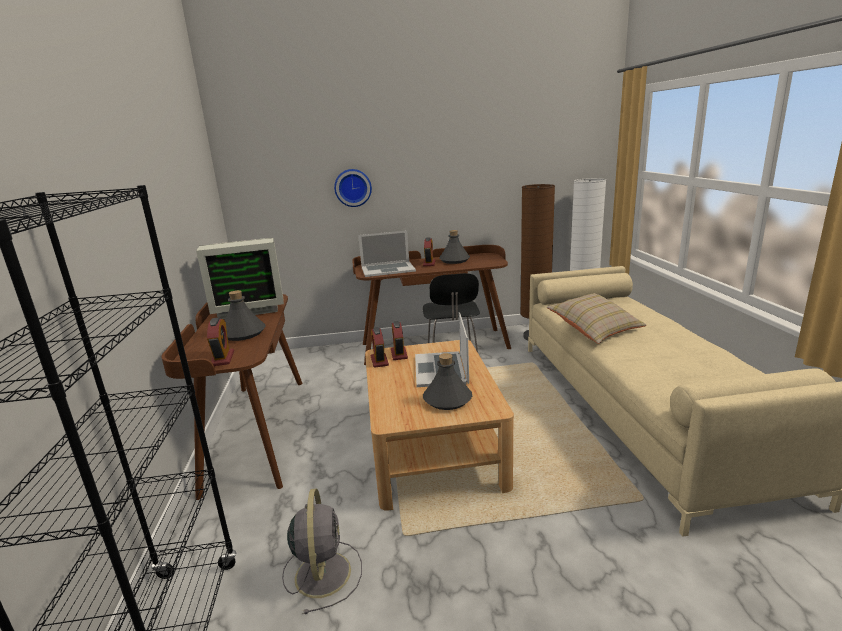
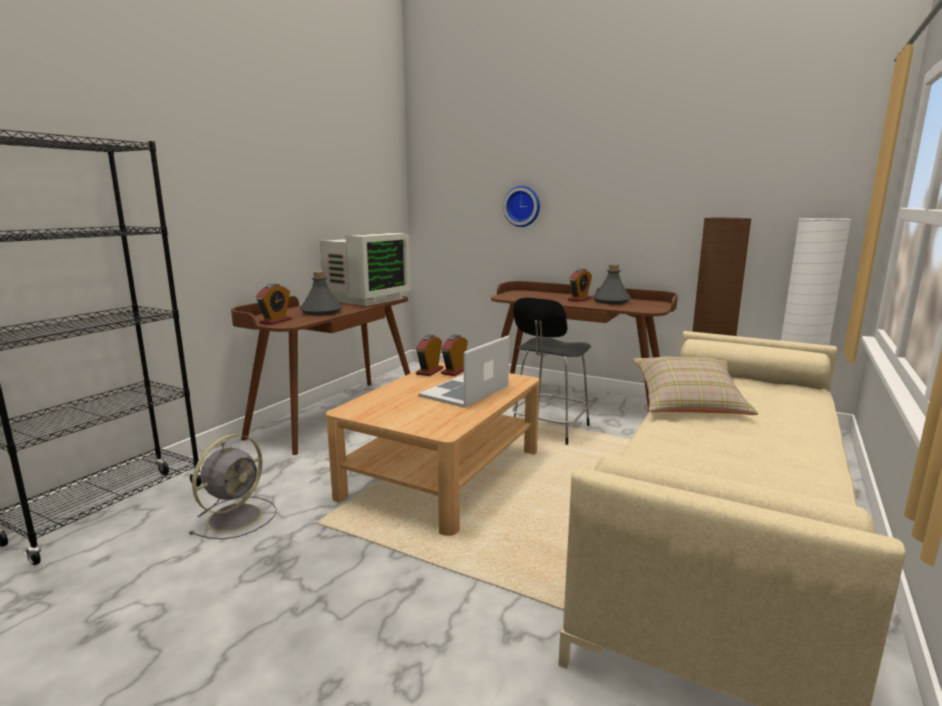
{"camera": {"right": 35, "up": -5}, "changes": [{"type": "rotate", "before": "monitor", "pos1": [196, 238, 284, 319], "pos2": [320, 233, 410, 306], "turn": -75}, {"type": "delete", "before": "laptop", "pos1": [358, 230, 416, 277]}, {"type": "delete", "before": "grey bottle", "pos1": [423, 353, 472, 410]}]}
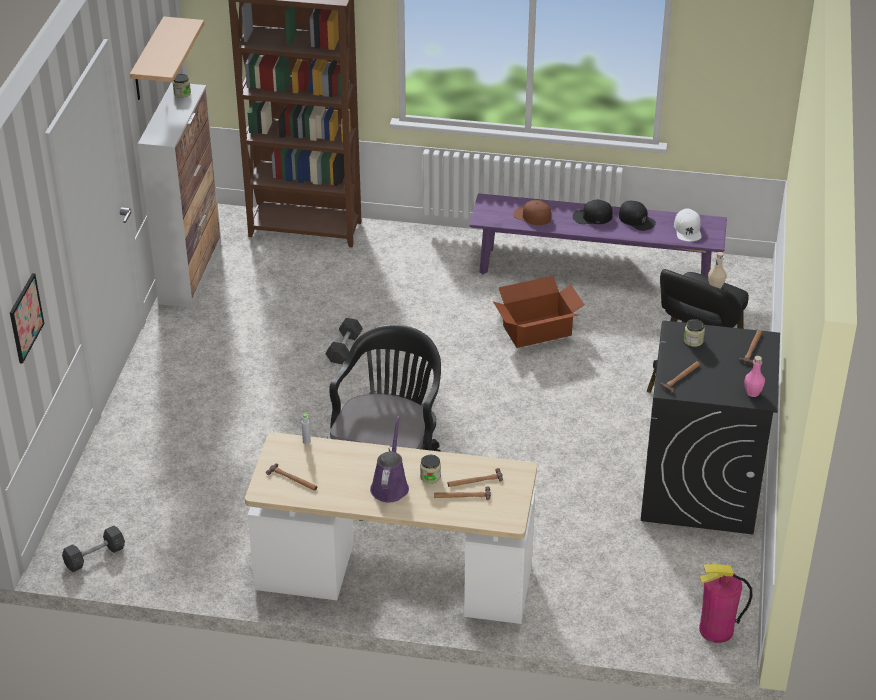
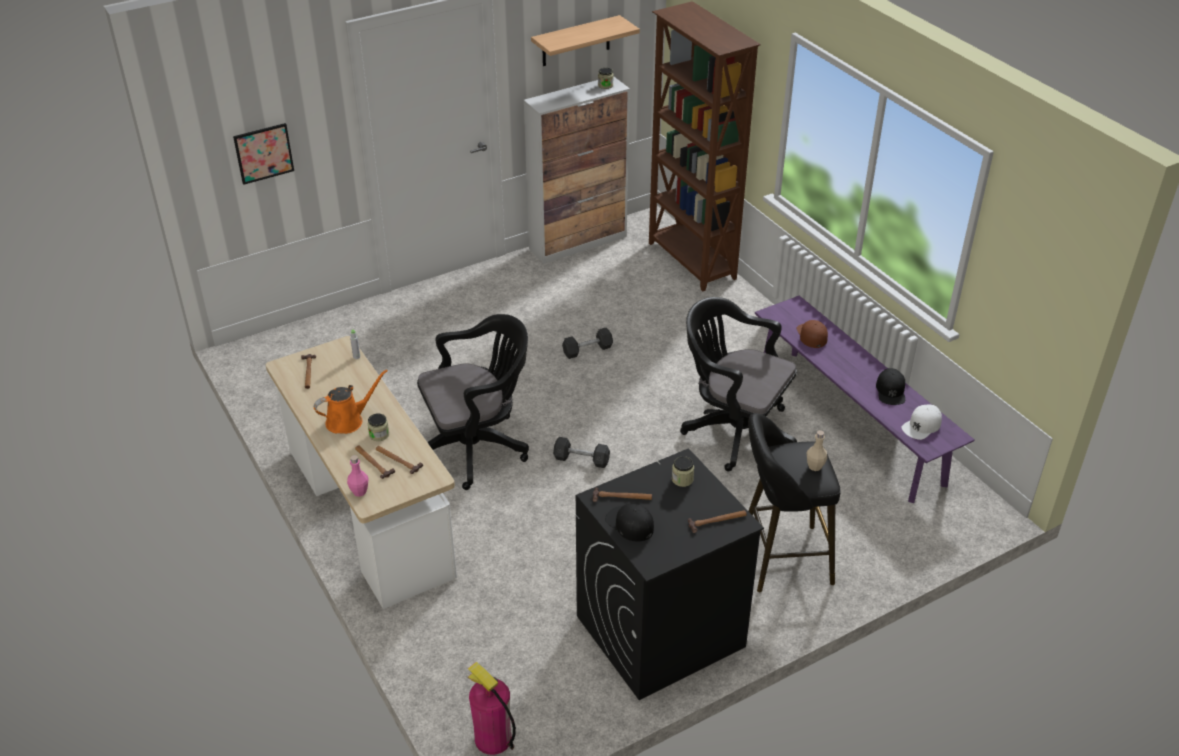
{"camera": {"right": 50, "up": 0}, "changes": [{"type": "recolor", "before": "purple watering can", "after": "orange watering can", "pos1": [370, 416, 409, 502], "pos2": [314, 369, 388, 434]}, {"type": "move", "before": "pink bottle", "pos1": [744, 356, 765, 397], "pos2": [347, 455, 369, 497]}, {"type": "move", "before": "grey dumbbell", "pos1": [62, 526, 125, 572], "pos2": [553, 437, 610, 468]}, {"type": "move", "before": "black cap", "pos1": [573, 200, 613, 224], "pos2": [605, 504, 654, 542]}, {"type": "replace", "before": "cardboard box", "after": "black office chair", "pos1": [493, 276, 585, 348], "pos2": [680, 297, 797, 471]}]}
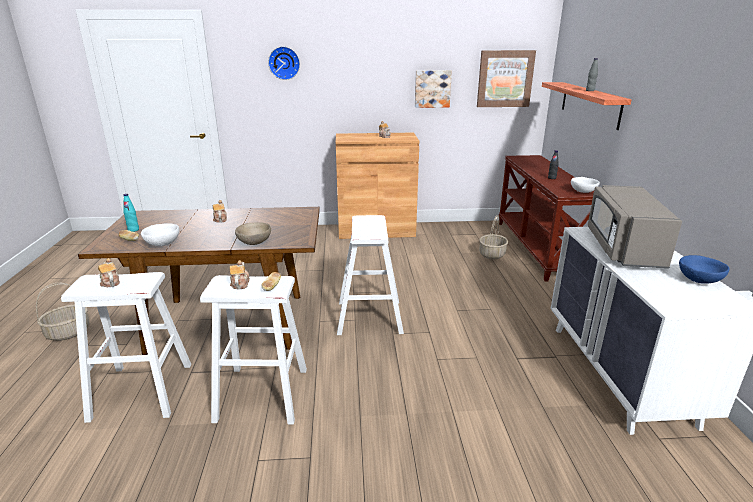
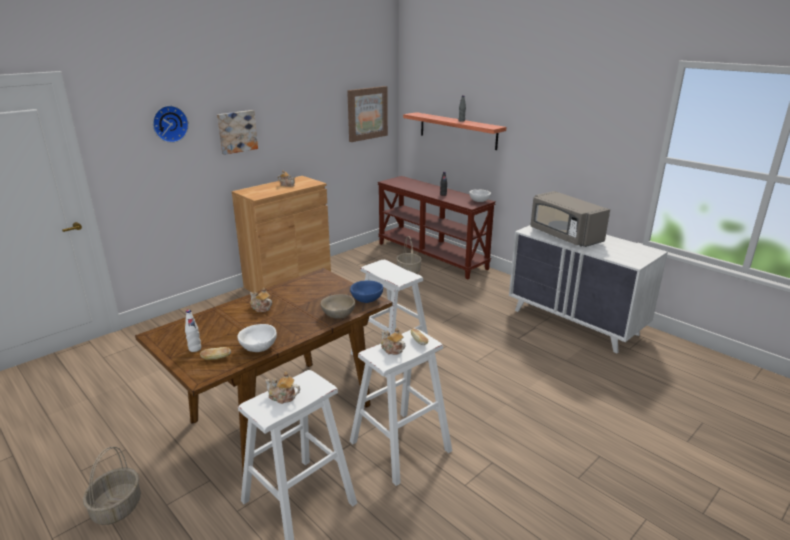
{"camera": {"right": -40, "up": 0}, "changes": [{"type": "recolor", "before": "turquoise bottle", "after": "white bottle", "pos1": [123, 194, 139, 232], "pos2": [185, 310, 201, 352]}, {"type": "move", "before": "picture", "pos1": [415, 70, 452, 108], "pos2": [217, 110, 258, 155]}, {"type": "move", "before": "blue bowl", "pos1": [679, 255, 729, 284], "pos2": [350, 281, 383, 303]}]}
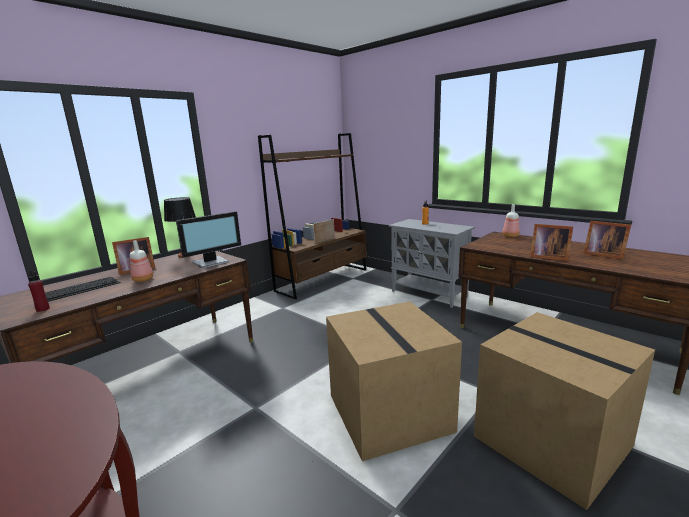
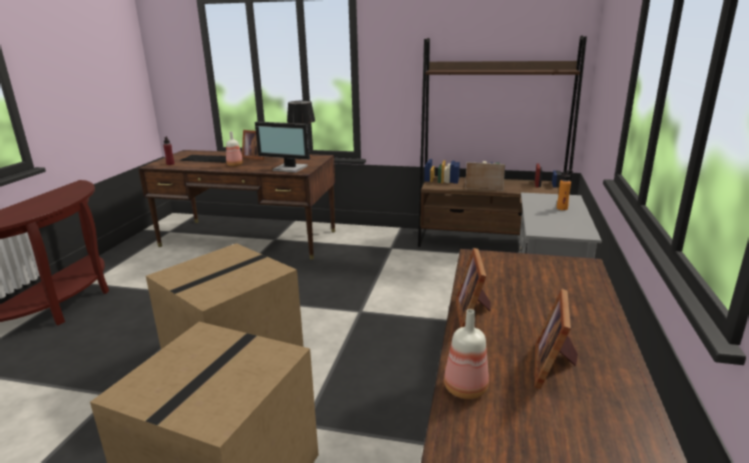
{"camera": {"right": 60, "up": 5}, "changes": [{"type": "move", "before": "bottle", "pos1": [503, 204, 520, 237], "pos2": [444, 309, 489, 399]}]}
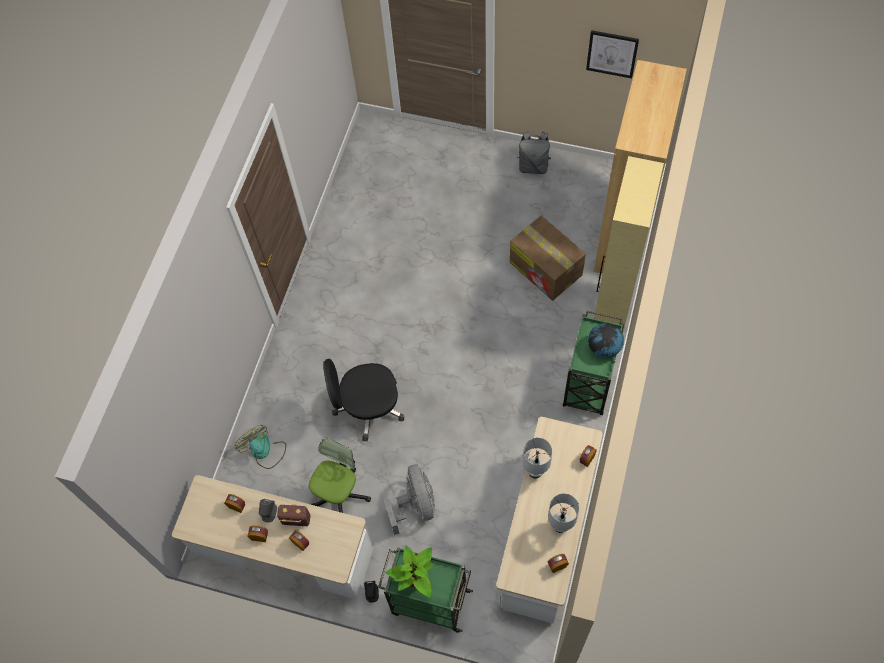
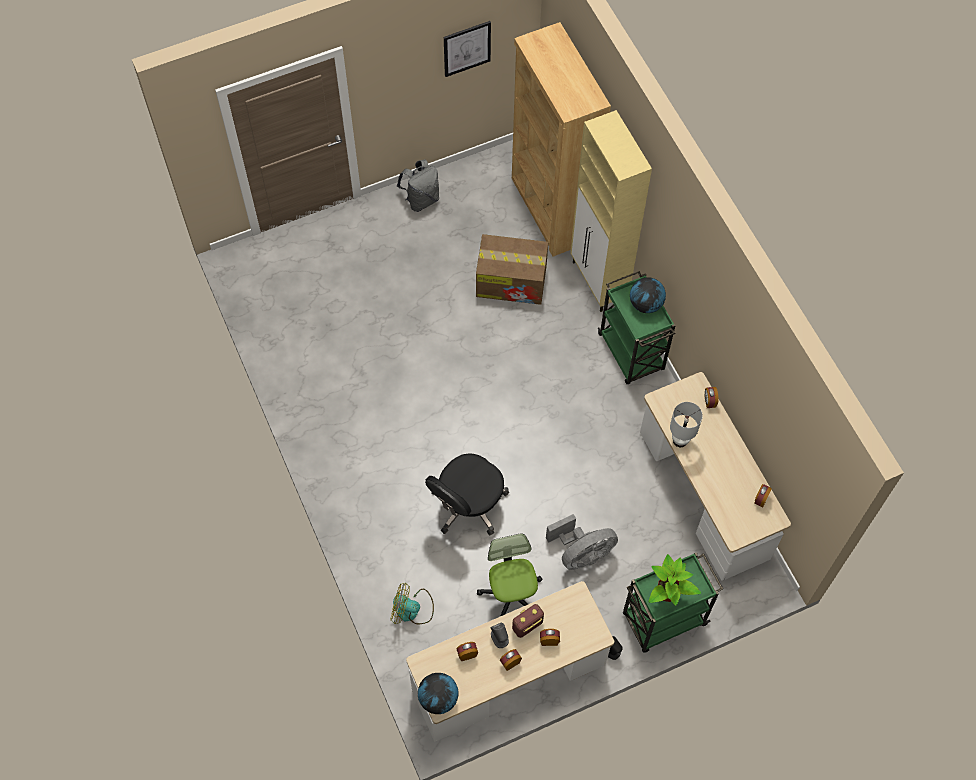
{"camera": {"right": -45, "up": 0}, "changes": [{"type": "insert", "after": "globe", "pos2": [418, 673, 458, 714]}, {"type": "rotate", "before": "grey fan", "pos1": [384, 464, 435, 535], "pos2": [546, 514, 618, 570], "turn": 120}, {"type": "delete", "before": "white table lamp", "pos1": [548, 493, 579, 533]}]}
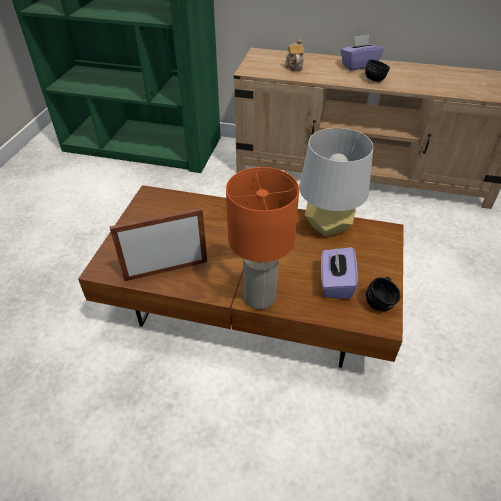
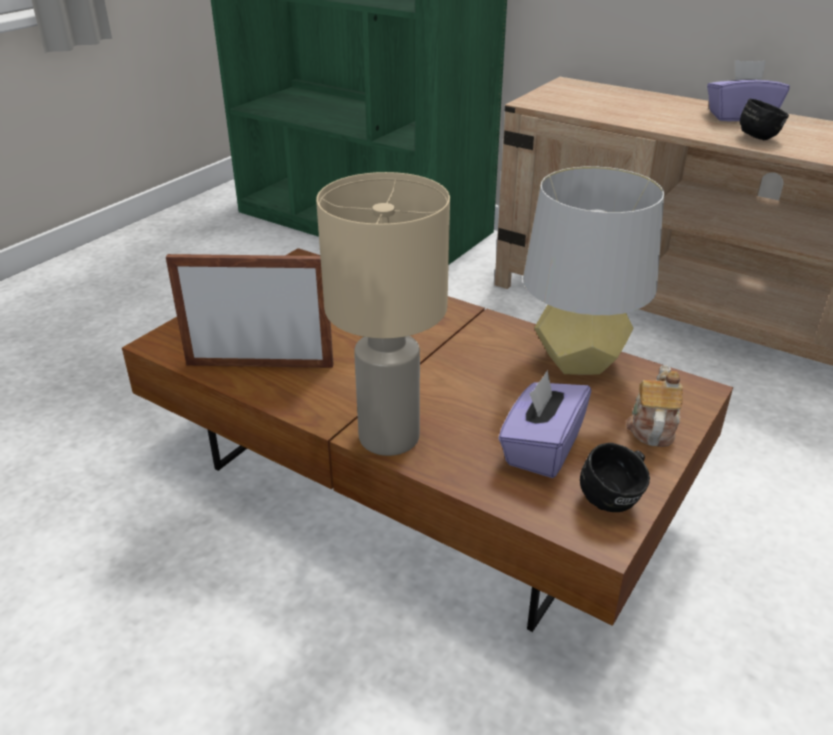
{"camera": {"right": 20, "up": -10}, "changes": [{"type": "recolor", "before": "orange table lamp", "after": "beige table lamp", "pos1": [226, 167, 299, 309], "pos2": [316, 172, 450, 456]}, {"type": "move", "before": "teapot", "pos1": [285, 39, 304, 71], "pos2": [627, 365, 683, 447]}]}
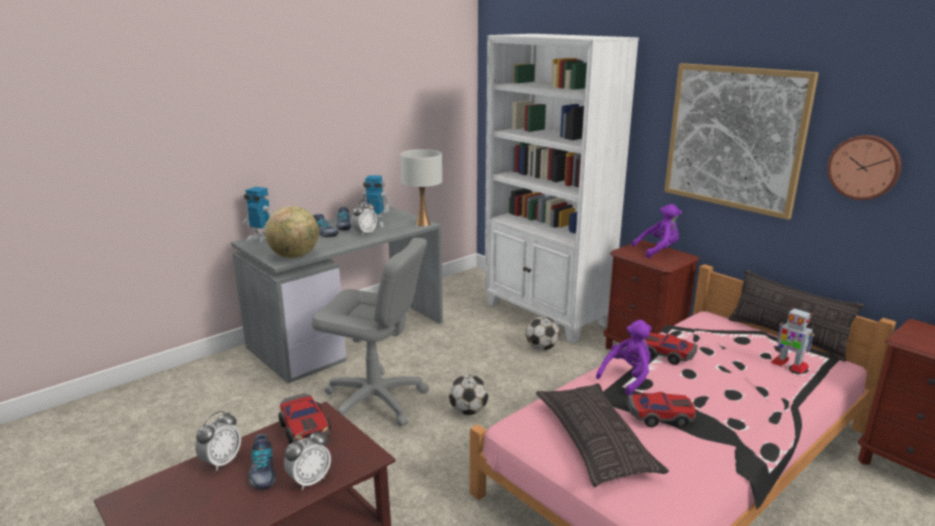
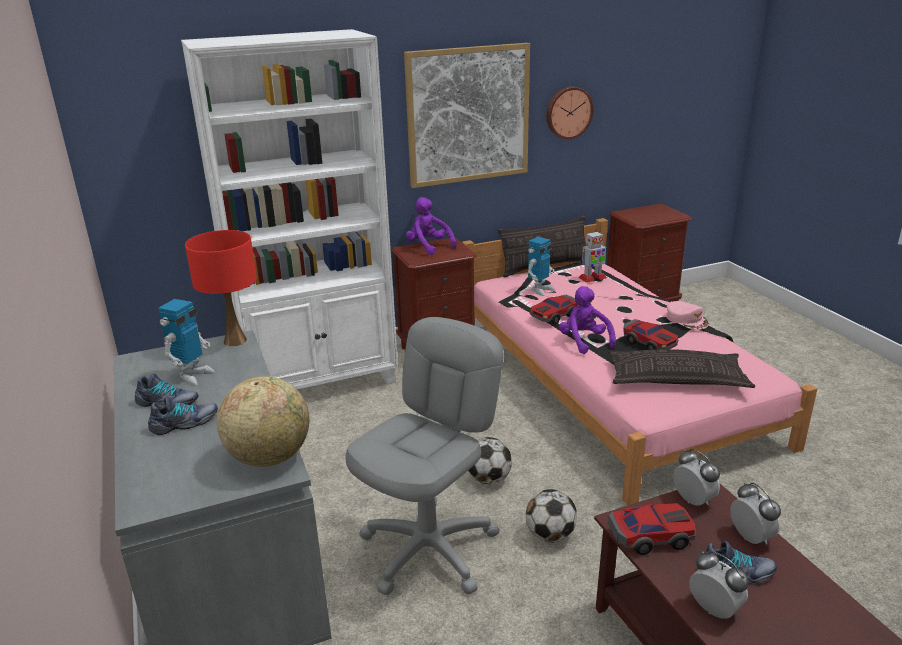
{"camera": {"right": -70, "up": 5}, "changes": [{"type": "recolor", "before": "white table lamp", "after": "red table lamp", "pos1": [400, 149, 442, 226], "pos2": [185, 230, 257, 346]}, {"type": "rotate", "before": "purple plush toy", "pos1": [632, 204, 682, 258], "pos2": [406, 197, 457, 255], "turn": -45}, {"type": "move", "before": "football", "pos1": [526, 317, 560, 350], "pos2": [526, 489, 577, 542]}, {"type": "move", "before": "toy robot", "pos1": [243, 187, 272, 244], "pos2": [528, 237, 555, 296]}, {"type": "rotate", "before": "toy car", "pos1": [627, 392, 696, 428], "pos2": [623, 319, 678, 350], "turn": 120}, {"type": "insert", "after": "pink cap", "pos2": [667, 301, 709, 330]}, {"type": "move", "before": "alarm clock", "pos1": [352, 200, 377, 236], "pos2": [673, 449, 720, 506]}]}
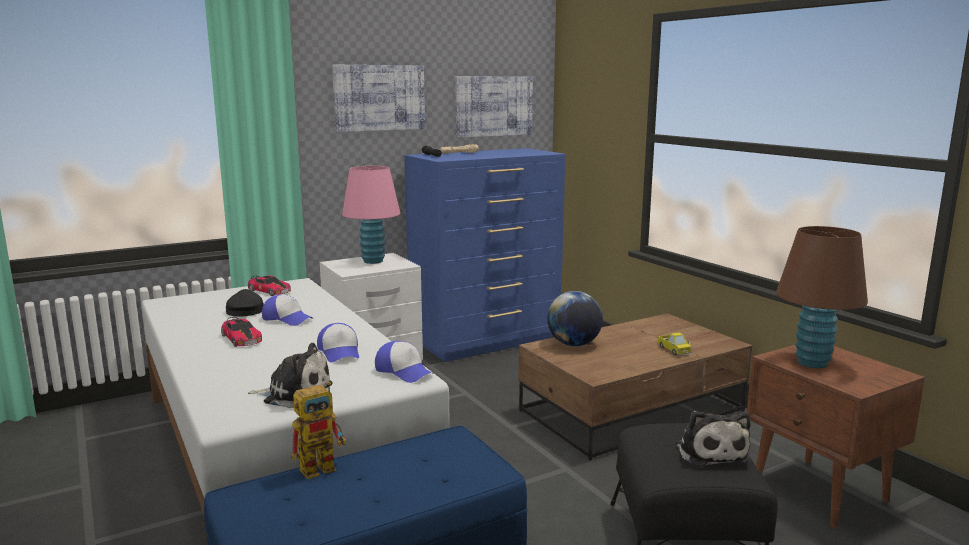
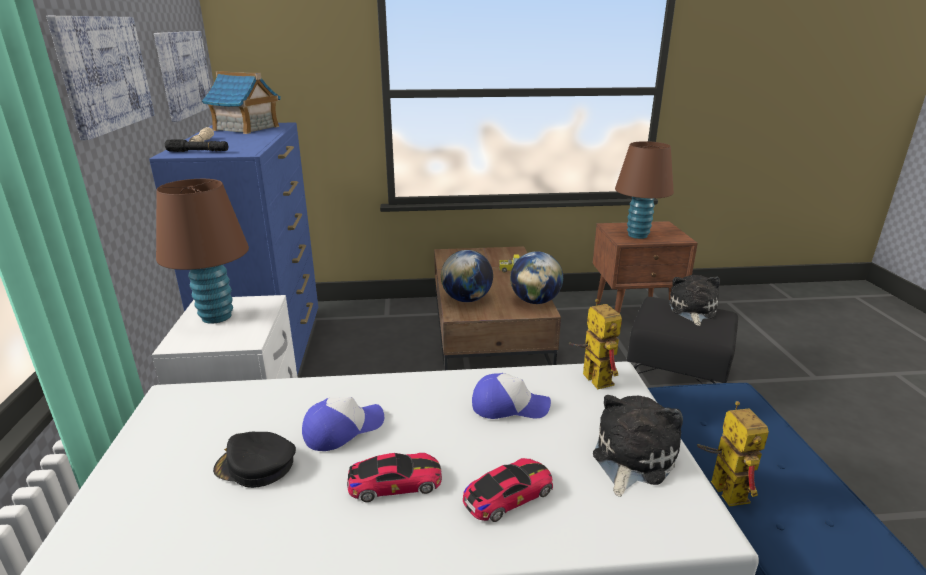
{"camera": {"right": -65, "up": 10}, "changes": [{"type": "recolor", "before": "pink table lamp", "after": "brown table lamp", "pos1": [342, 166, 400, 264], "pos2": [156, 179, 249, 324]}, {"type": "insert", "after": "toy house", "pos2": [202, 71, 281, 134]}, {"type": "move", "before": "toy car", "pos1": [248, 276, 291, 296], "pos2": [463, 458, 553, 522]}, {"type": "insert", "after": "globe", "pos2": [510, 251, 563, 304]}, {"type": "replace", "before": "cap", "after": "toy robot", "pos1": [375, 341, 434, 383], "pos2": [569, 299, 622, 389]}, {"type": "rotate", "before": "plush toy", "pos1": [676, 411, 750, 467], "pos2": [669, 275, 720, 326], "turn": -90}]}
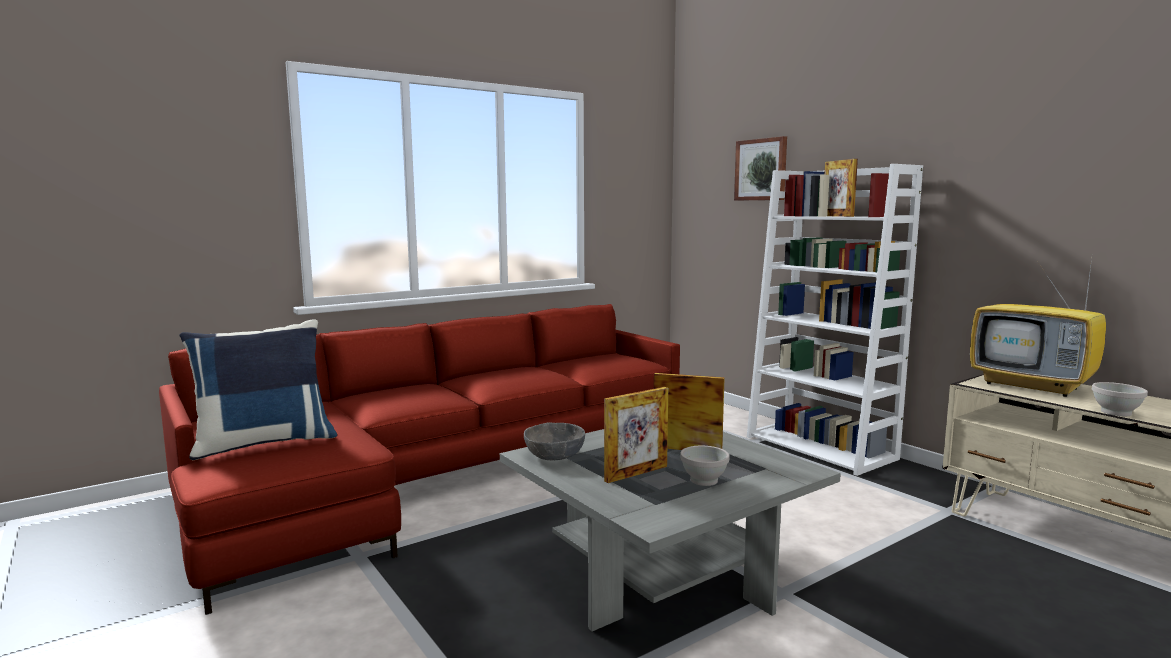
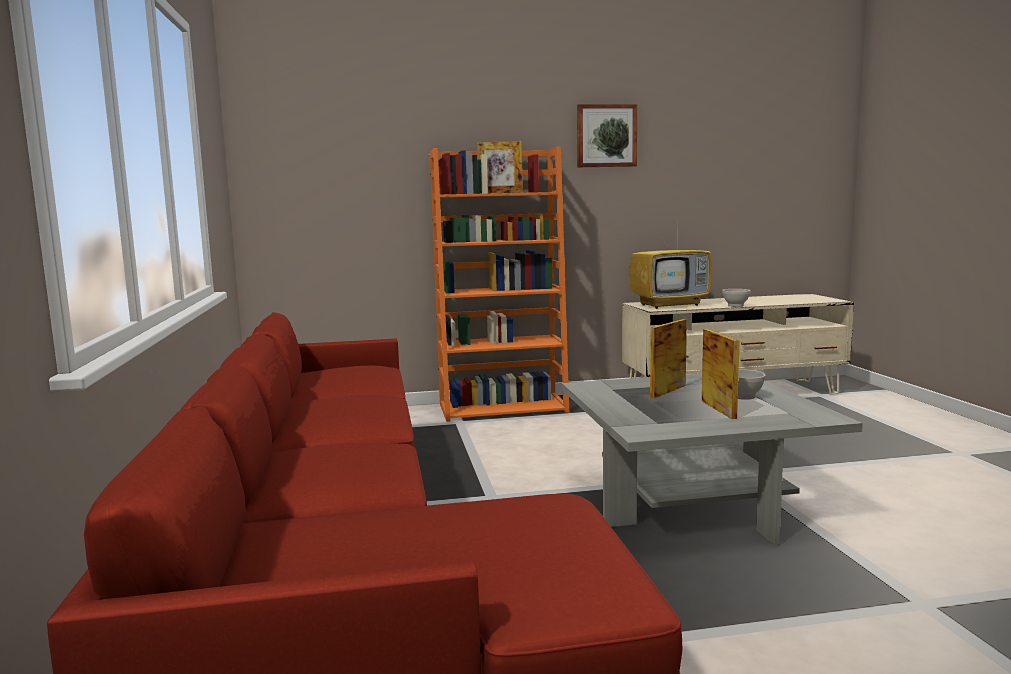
{"camera": {"right": -65, "up": 0}, "changes": [{"type": "recolor", "before": "white bookcase", "after": "orange bookcase", "pos1": [747, 164, 923, 476], "pos2": [430, 147, 569, 422]}, {"type": "move", "before": "picture", "pos1": [734, 136, 787, 201], "pos2": [577, 104, 637, 167]}, {"type": "delete", "before": "blue pillow", "pos1": [180, 319, 337, 460]}, {"type": "delete", "before": "grey bowl", "pos1": [524, 422, 585, 460]}]}
